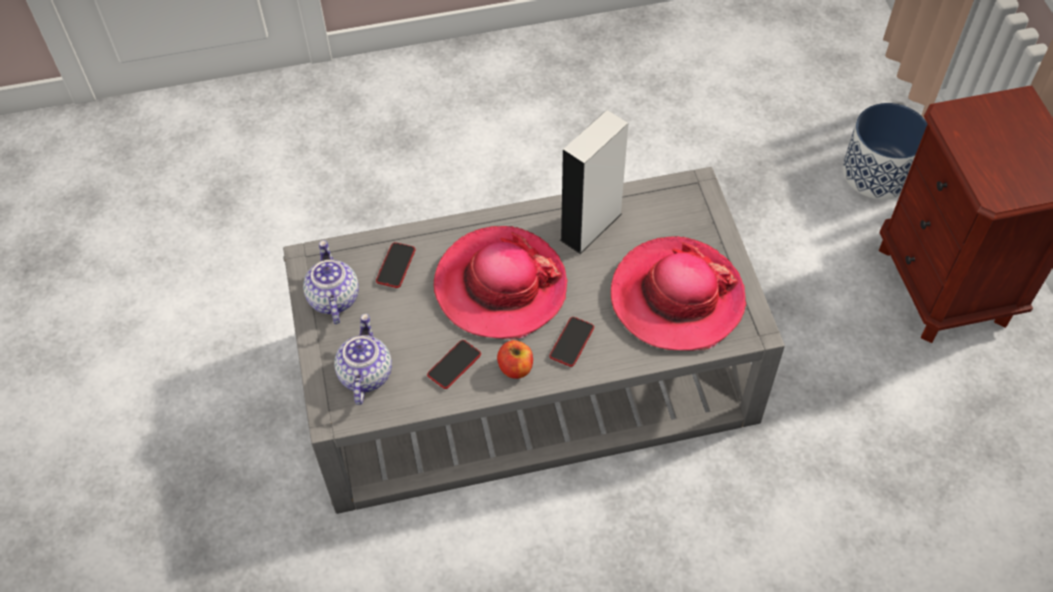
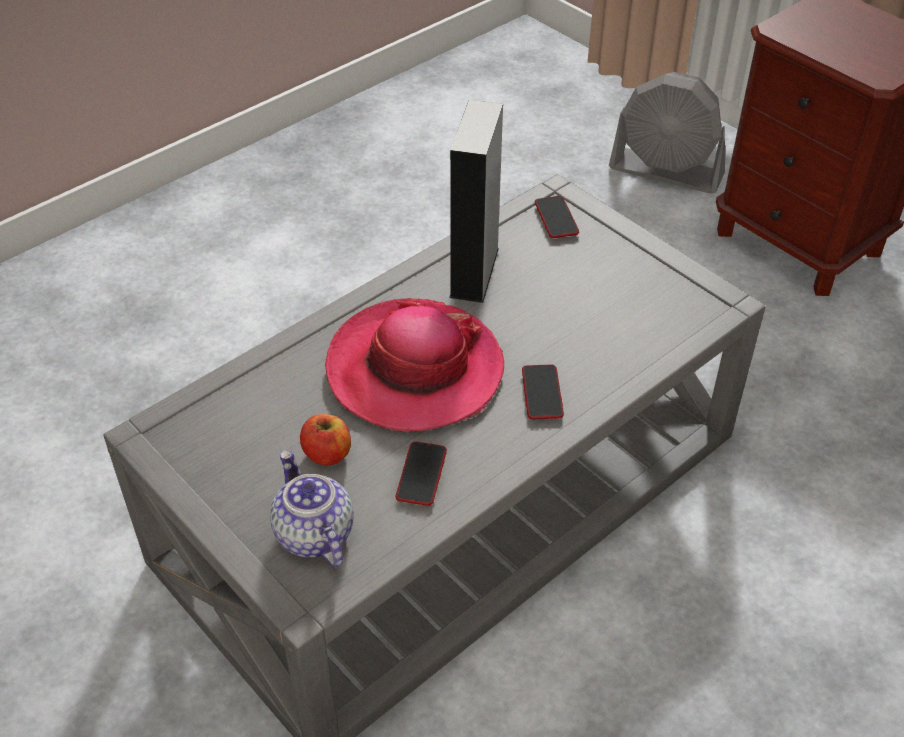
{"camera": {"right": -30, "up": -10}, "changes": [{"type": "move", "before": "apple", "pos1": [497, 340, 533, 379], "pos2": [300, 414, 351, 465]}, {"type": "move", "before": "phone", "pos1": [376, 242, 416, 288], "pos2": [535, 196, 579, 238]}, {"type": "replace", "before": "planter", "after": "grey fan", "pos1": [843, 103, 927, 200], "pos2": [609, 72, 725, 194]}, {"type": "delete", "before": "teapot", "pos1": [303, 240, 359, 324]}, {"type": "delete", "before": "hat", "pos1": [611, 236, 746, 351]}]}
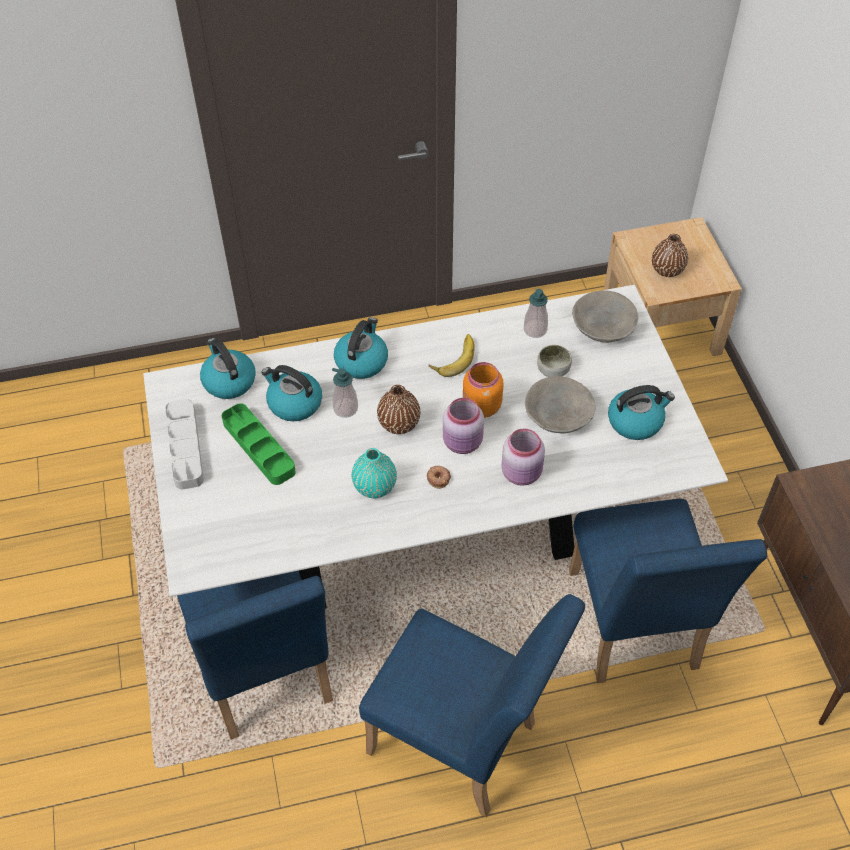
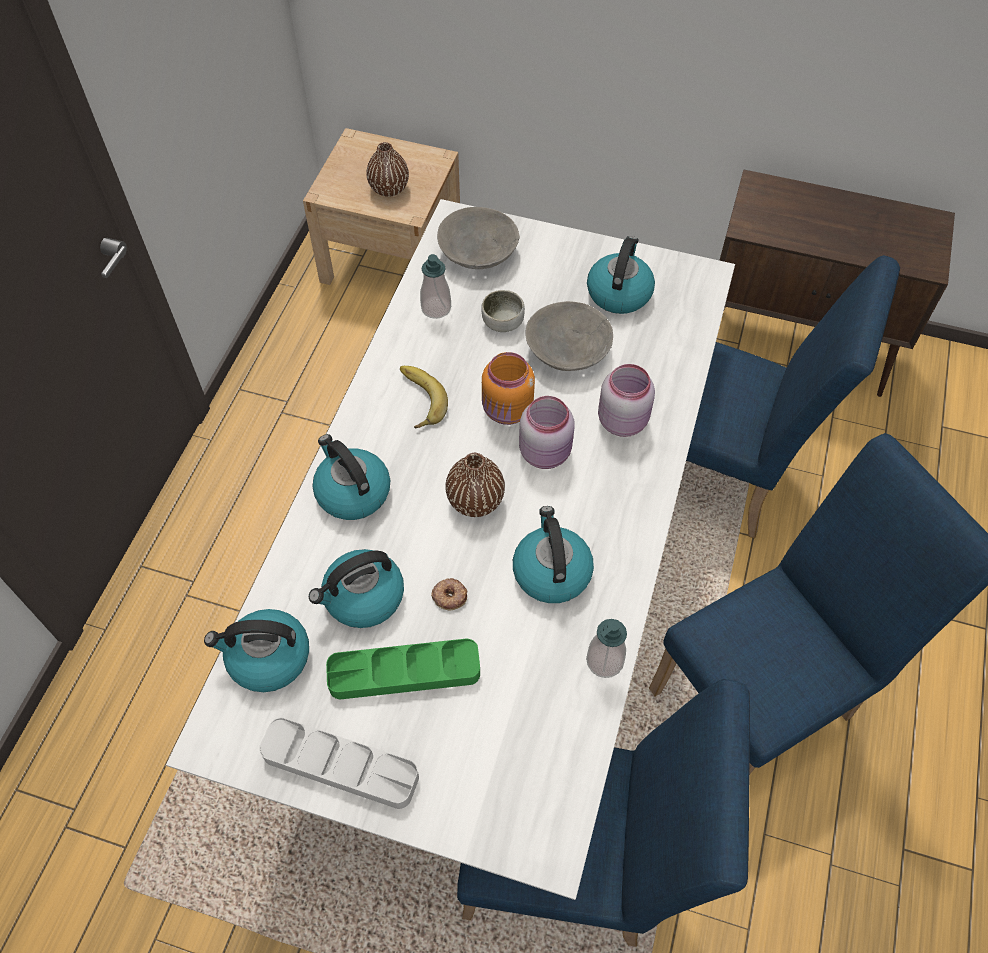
{"camera": {"right": -60, "up": 5}, "changes": [{"type": "move", "before": "donut", "pos1": [427, 466, 451, 489], "pos2": [431, 578, 467, 610]}, {"type": "replace", "before": "turquoise vase", "after": "kettle", "pos1": [352, 448, 397, 498], "pos2": [513, 506, 594, 603]}, {"type": "move", "before": "soap dispenser", "pos1": [332, 368, 358, 418], "pos2": [586, 619, 627, 678]}]}
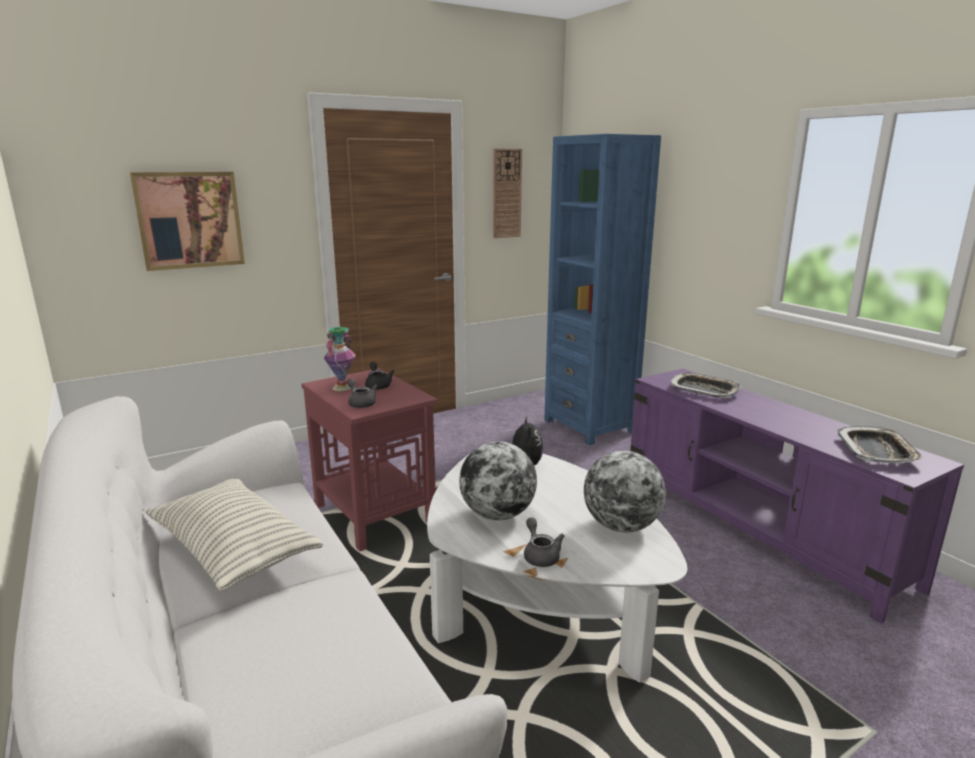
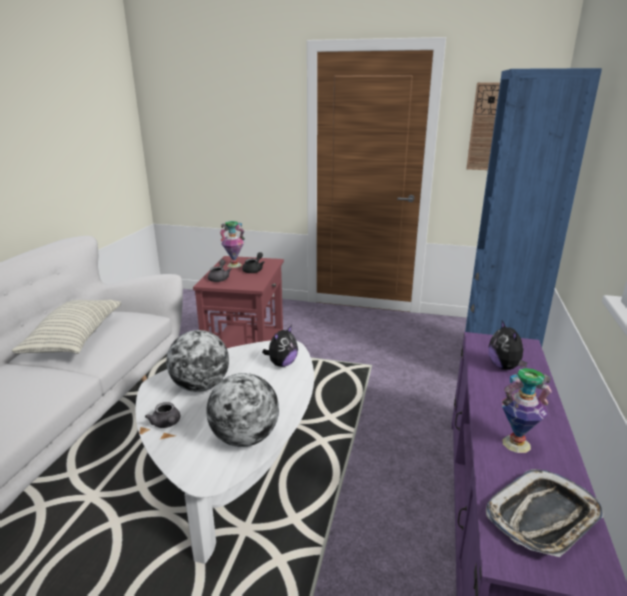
{"camera": {"right": 45, "up": 5}, "changes": [{"type": "rotate", "before": "grey teapot", "pos1": [524, 517, 565, 567], "pos2": [145, 402, 180, 428], "turn": 120}, {"type": "replace", "before": "tray", "after": "plush toy", "pos1": [671, 373, 741, 398], "pos2": [488, 320, 527, 370]}, {"type": "insert", "after": "vase", "pos2": [502, 368, 552, 453]}, {"type": "delete", "before": "picture", "pos1": [130, 172, 245, 271]}]}
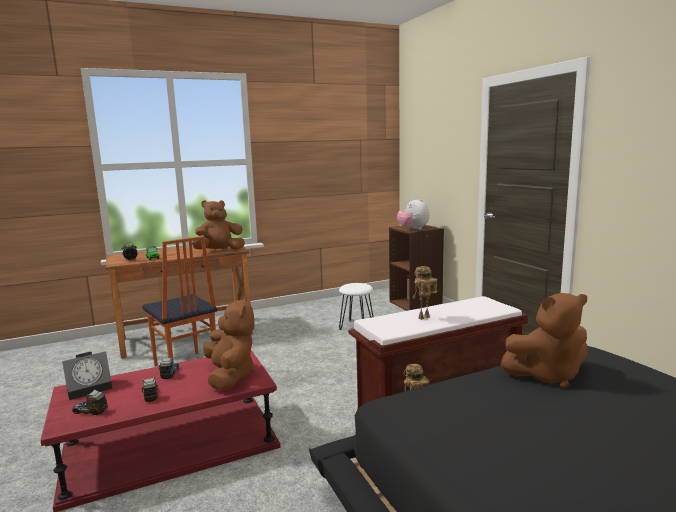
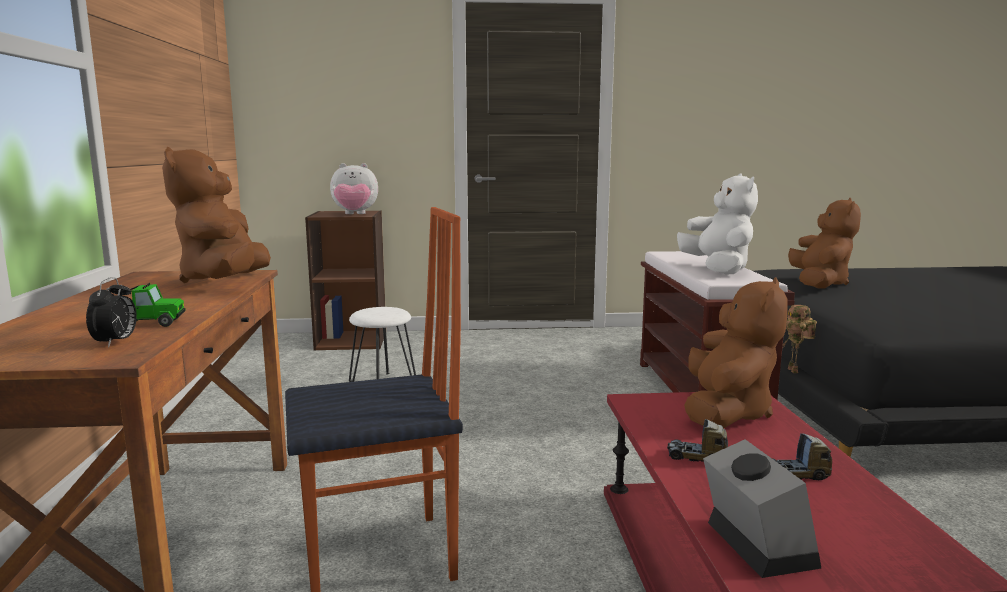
{"camera": {"right": -70, "up": 0}, "changes": [{"type": "replace", "before": "toy robot", "after": "white plush toy", "pos1": [413, 266, 437, 320], "pos2": [677, 173, 758, 274]}, {"type": "rotate", "before": "brown plush toy", "pos1": [203, 296, 255, 390], "pos2": [684, 277, 788, 429], "turn": 105}, {"type": "delete", "before": "toy truck", "pos1": [72, 390, 108, 415]}]}
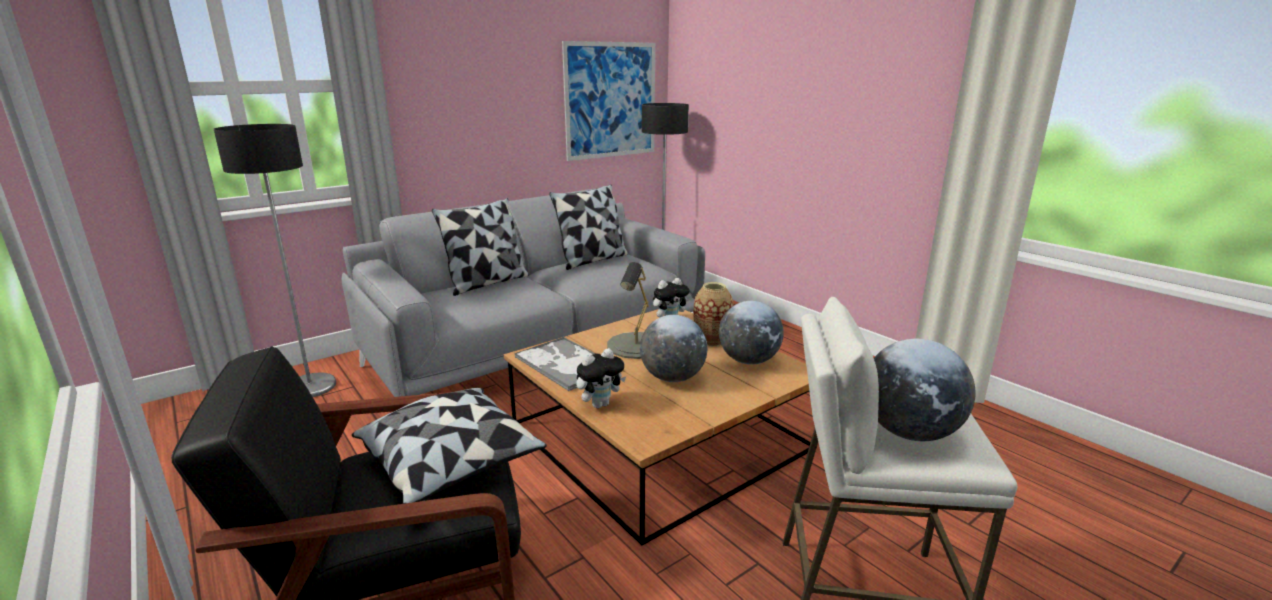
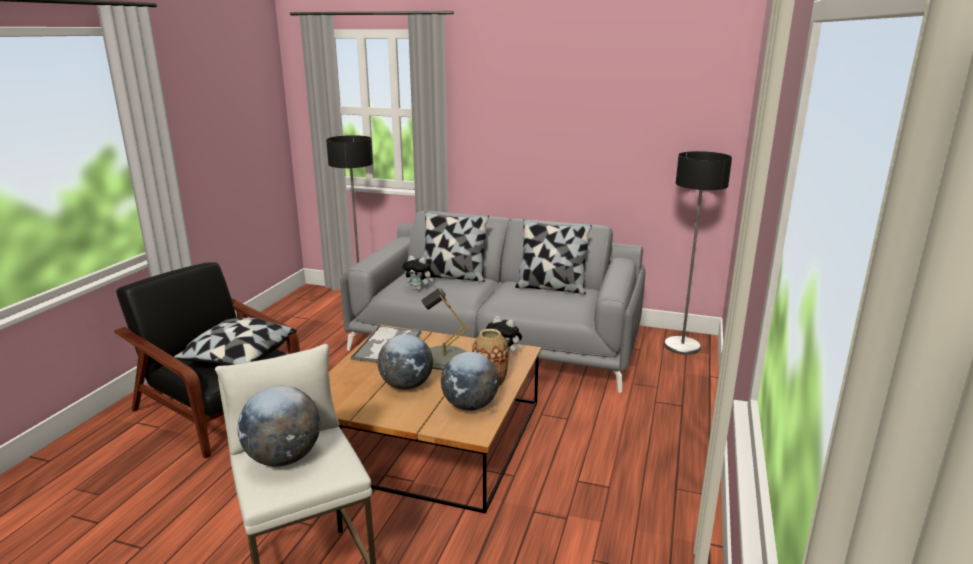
{"camera": {"right": 55, "up": 0}, "changes": [{"type": "move", "before": "plush toy", "pos1": [576, 348, 626, 408], "pos2": [402, 256, 433, 291]}, {"type": "delete", "before": "picture", "pos1": [562, 41, 655, 161]}]}
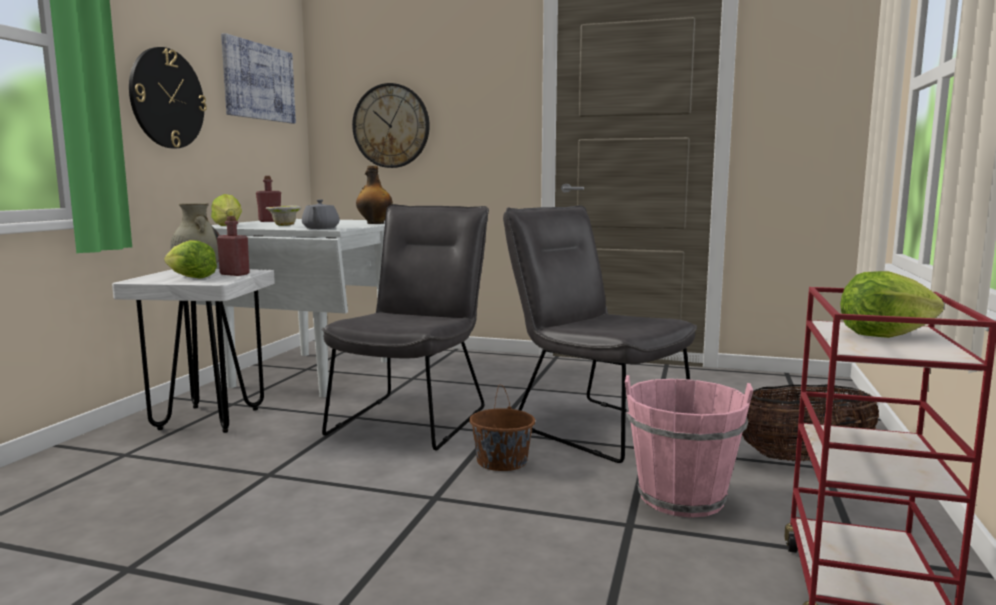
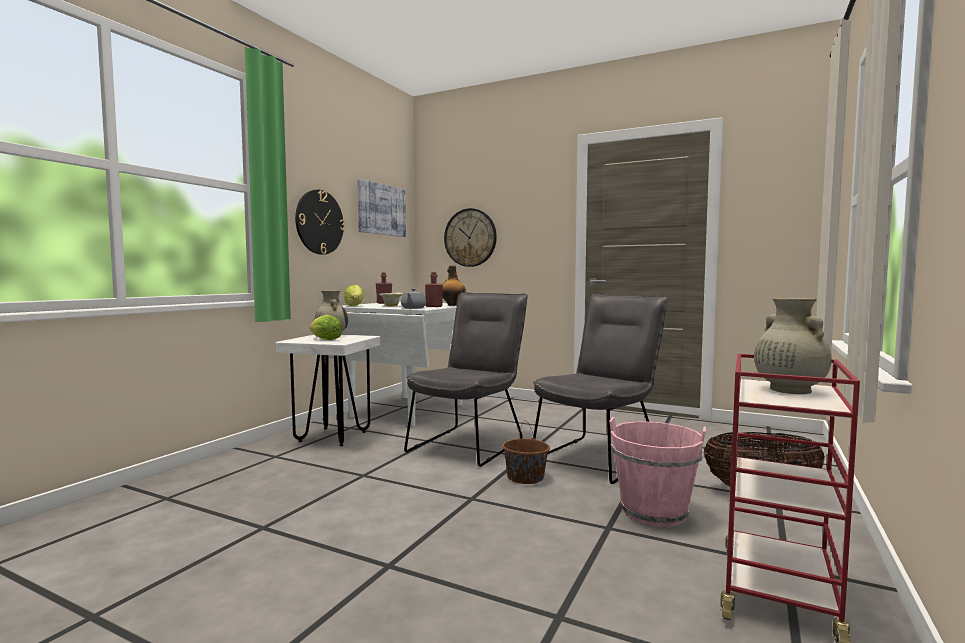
{"camera": {"right": 10, "up": -5}, "changes": [{"type": "move", "before": "red bottle", "pos1": [217, 216, 250, 276], "pos2": [425, 272, 443, 307]}, {"type": "rotate", "before": "grey chair", "pos1": [503, 205, 697, 463], "pos2": [533, 293, 668, 484], "turn": 75}, {"type": "replace", "before": "lettuce", "after": "beige vase", "pos1": [840, 271, 944, 338], "pos2": [754, 298, 832, 394]}]}
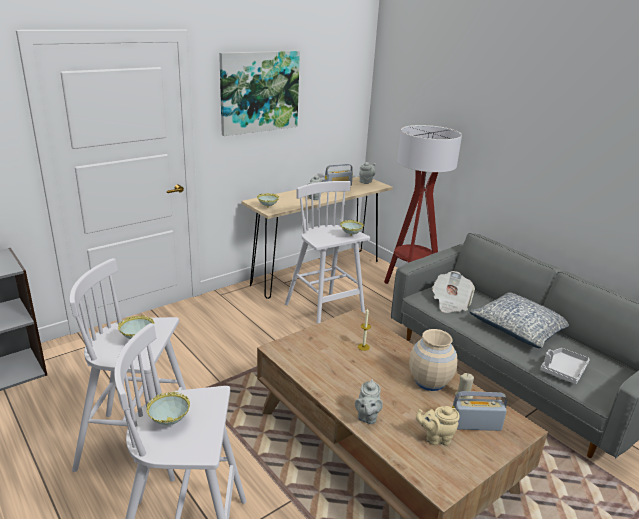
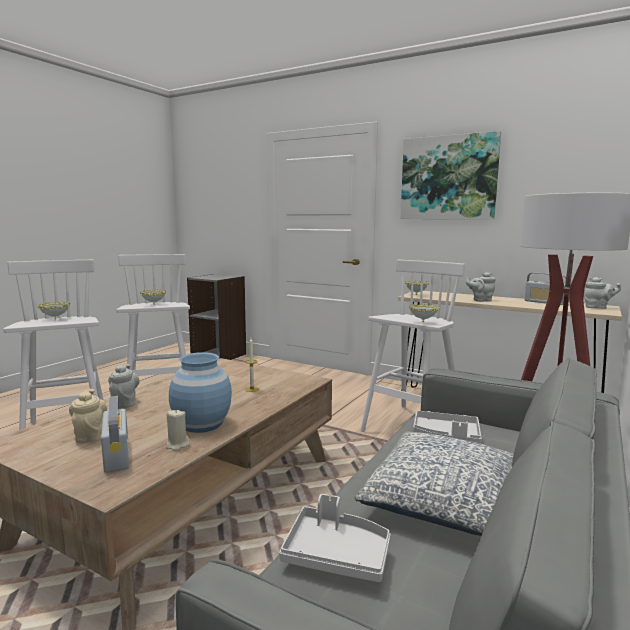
{"camera": {"right": 70, "up": -15}, "changes": [{"type": "rotate", "before": "grey teapot", "pos1": [355, 379, 383, 424], "pos2": [108, 364, 139, 408], "turn": 90}, {"type": "recolor", "before": "beige vase", "after": "blue vase", "pos1": [409, 329, 457, 391], "pos2": [169, 352, 232, 433]}, {"type": "replace", "before": "newspaper", "after": "grey tray", "pos1": [432, 271, 475, 313], "pos2": [413, 411, 482, 444]}]}
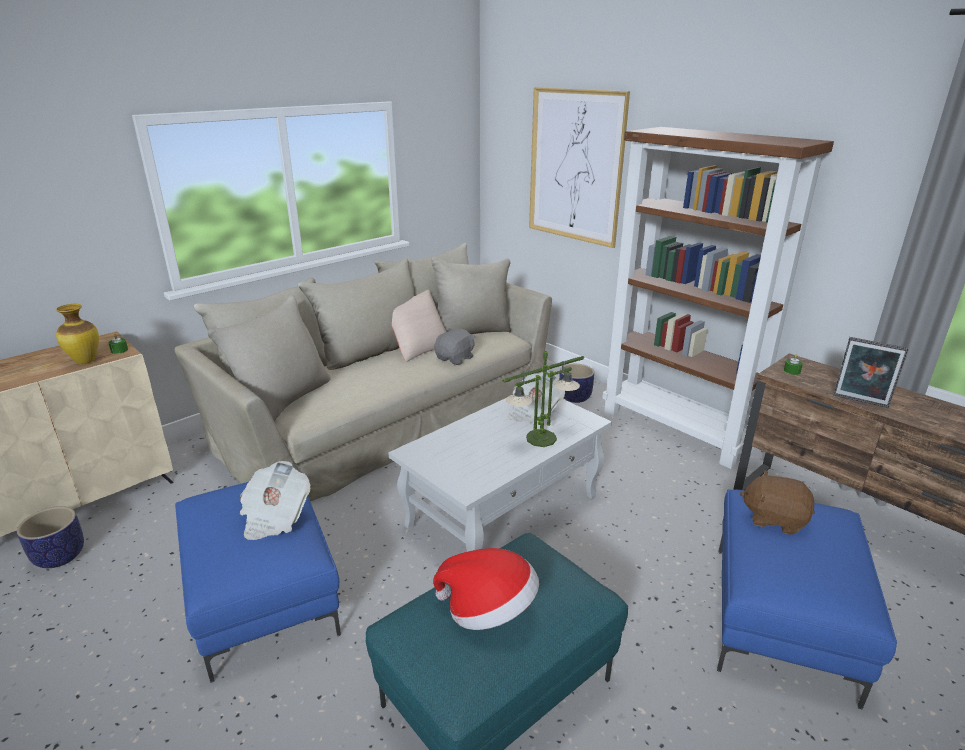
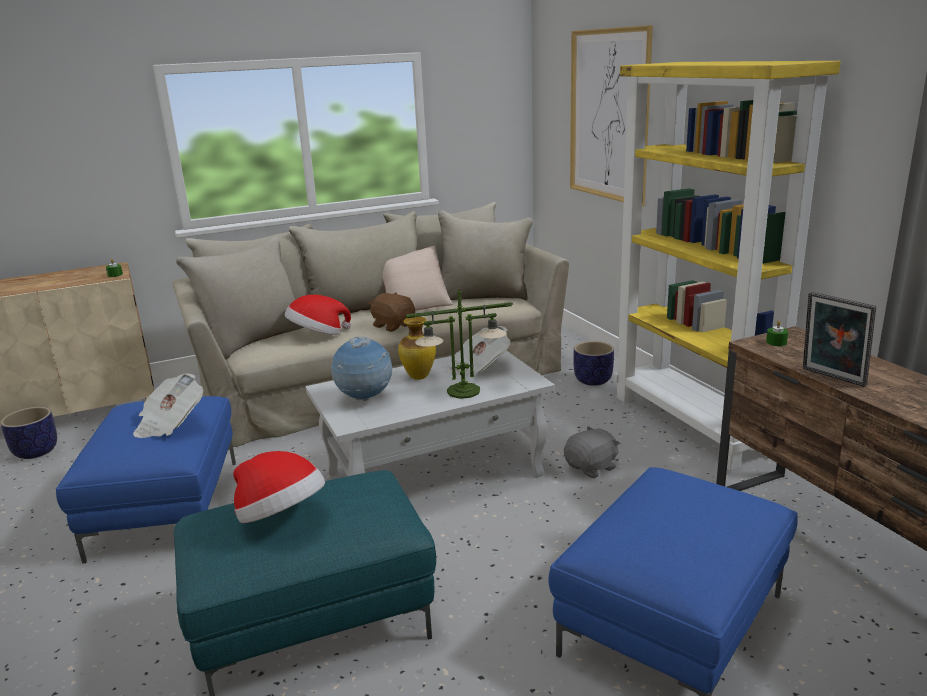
{"camera": {"right": 20, "up": -5}, "changes": [{"type": "insert", "after": "hat", "pos2": [284, 295, 351, 335]}, {"type": "insert", "after": "globe", "pos2": [331, 336, 392, 401]}, {"type": "move", "before": "brown plush toy", "pos1": [740, 470, 815, 535], "pos2": [368, 292, 415, 332]}, {"type": "move", "before": "vase", "pos1": [56, 304, 99, 364], "pos2": [398, 317, 436, 380]}, {"type": "move", "before": "grey plush toy", "pos1": [434, 328, 476, 365], "pos2": [564, 426, 620, 478]}, {"type": "recolor", "before": "brown bookcase", "after": "yellow bookcase", "pos1": [602, 127, 834, 469], "pos2": [614, 61, 841, 471]}]}
